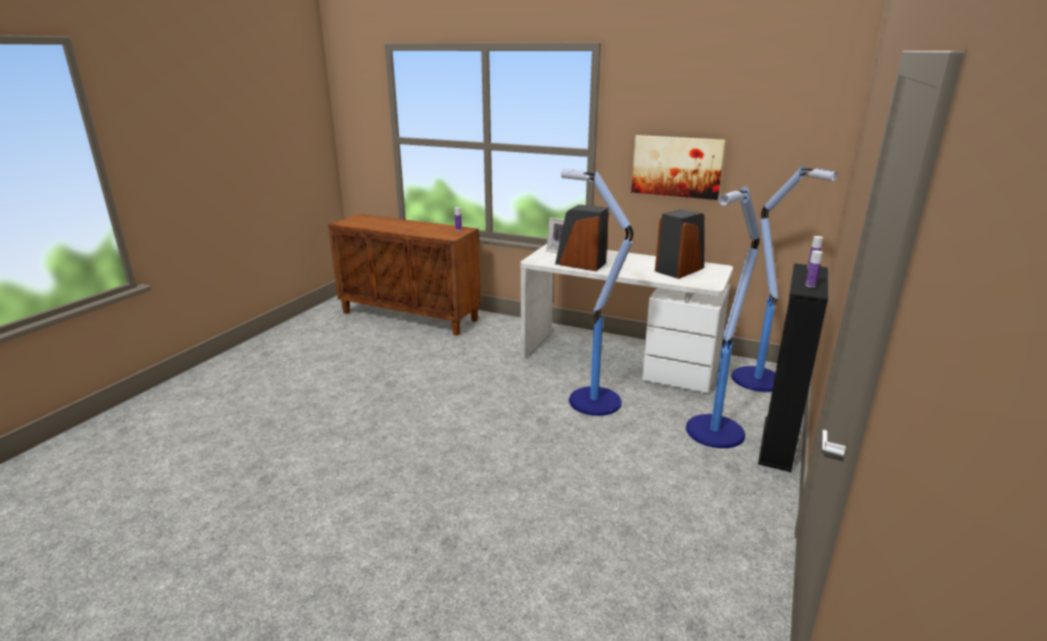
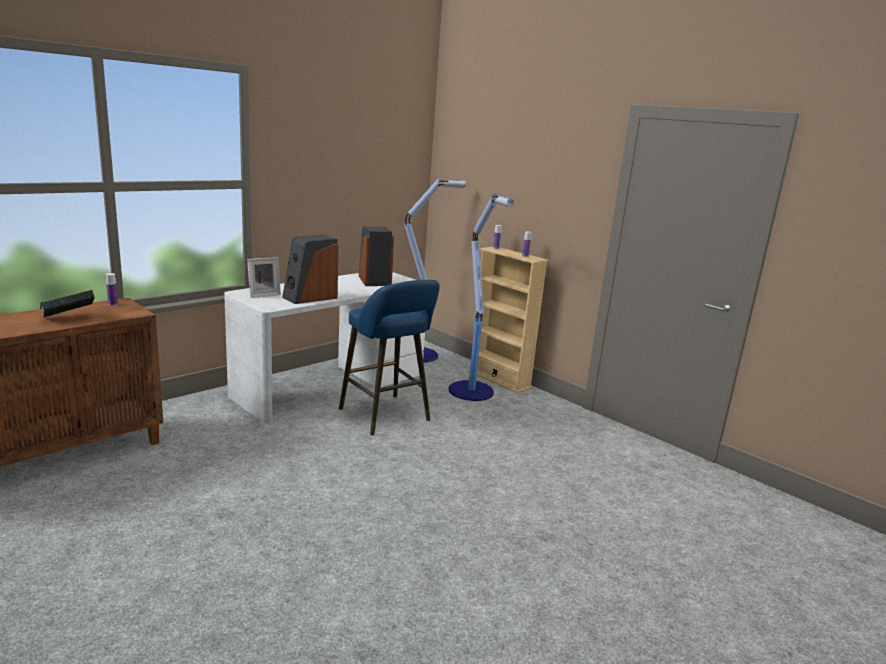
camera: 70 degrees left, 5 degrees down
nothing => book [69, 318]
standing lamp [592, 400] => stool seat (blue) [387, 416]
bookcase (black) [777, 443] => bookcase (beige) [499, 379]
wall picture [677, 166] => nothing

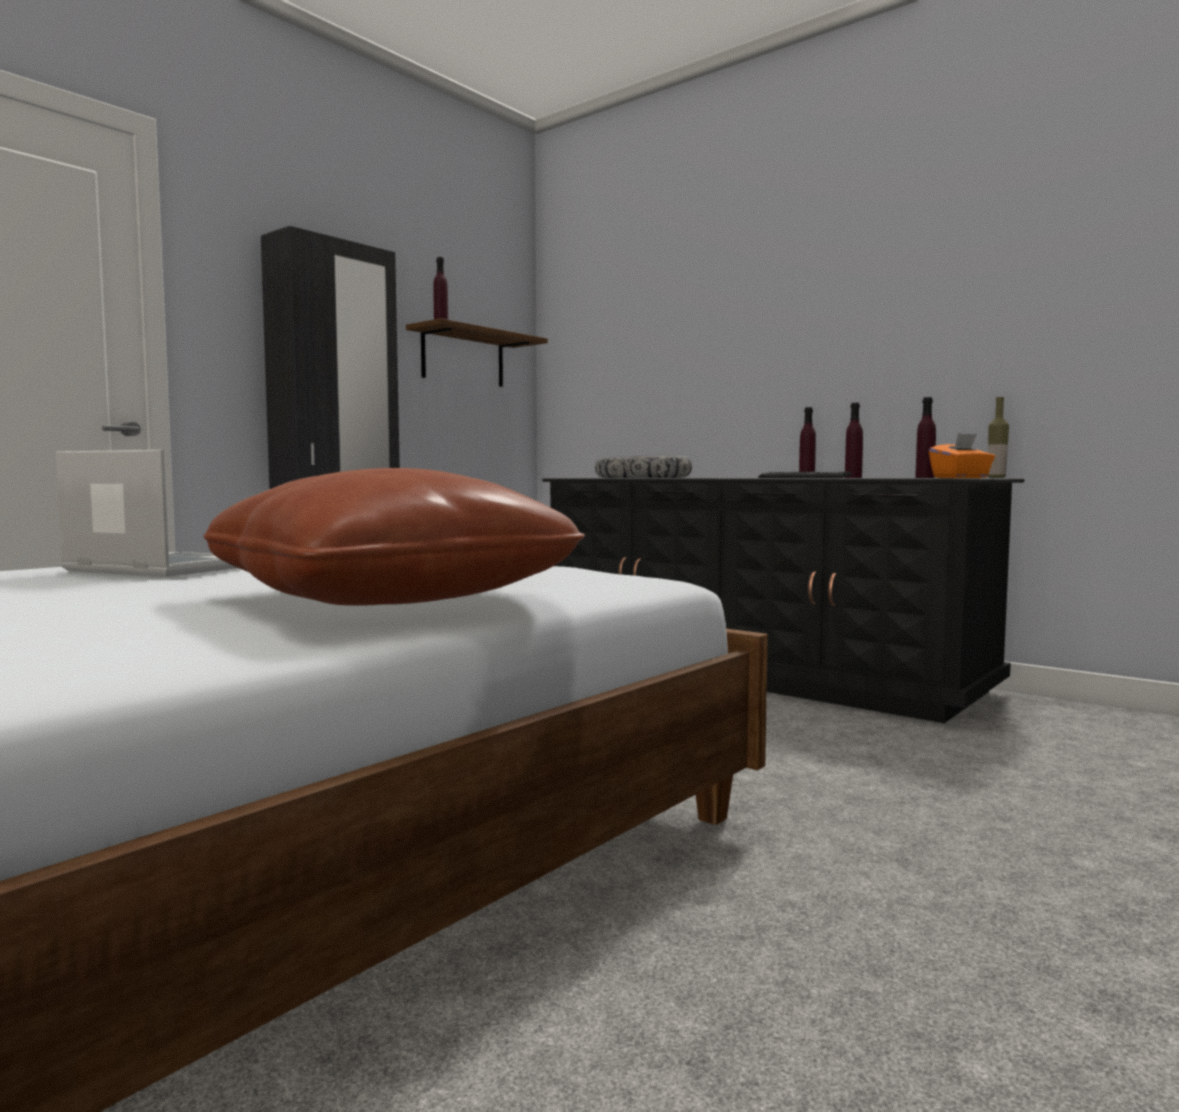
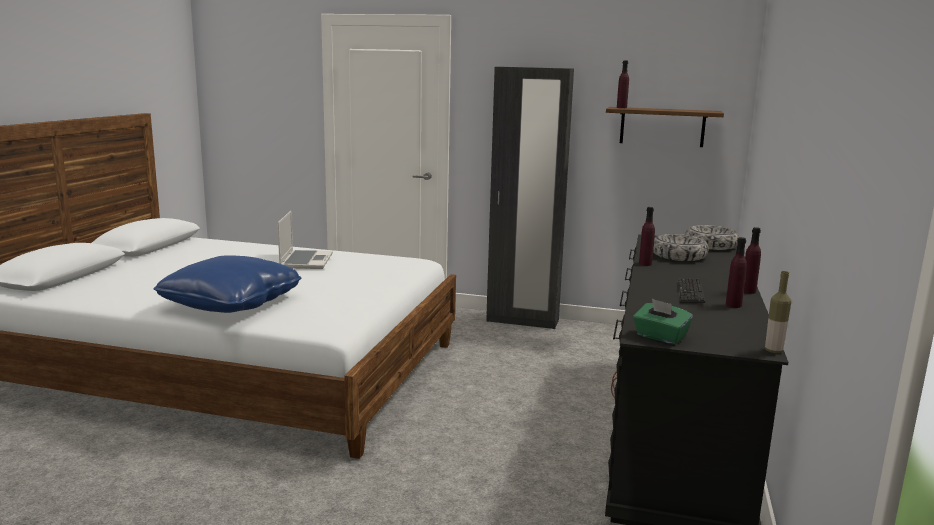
camera: 65 degrees right, 10 degrees up
cushion (brownish) [392, 598] => cushion (blue) [231, 304]
box of tissues (orange) [961, 478] => box of tissues (greenish) [660, 337]
bottle (purplish) [924, 478] => bottle (purplish) [645, 264], relocated

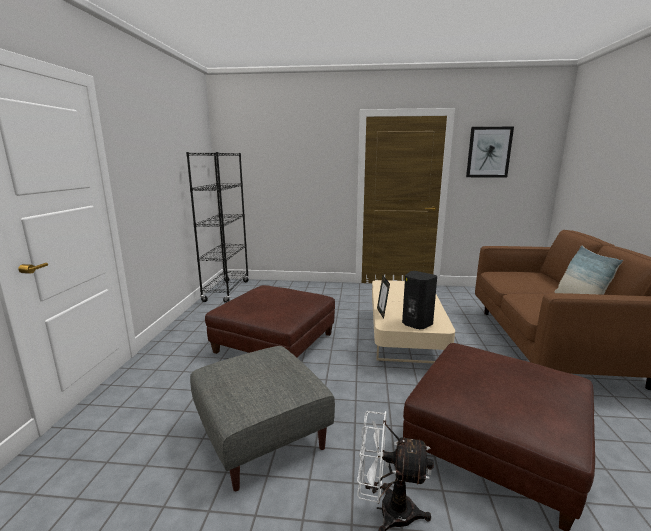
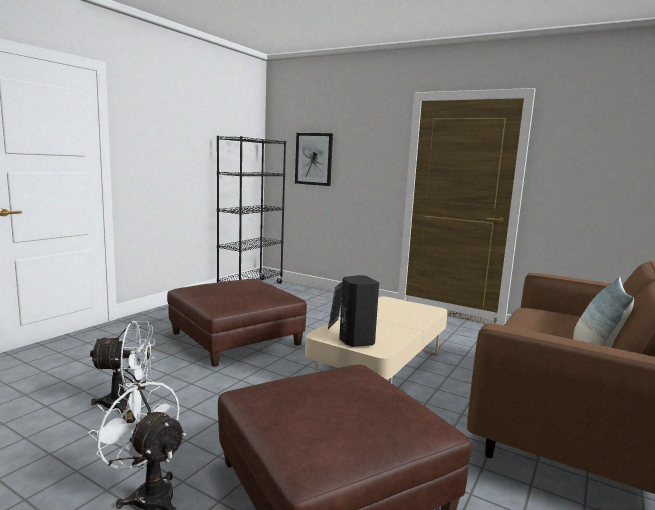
camera: 25 degrees right, 5 degrees down
pouffe (gray) [260, 435] => electric fan (white) [126, 403]
wall picture [489, 152] => wall picture [314, 159], relocated

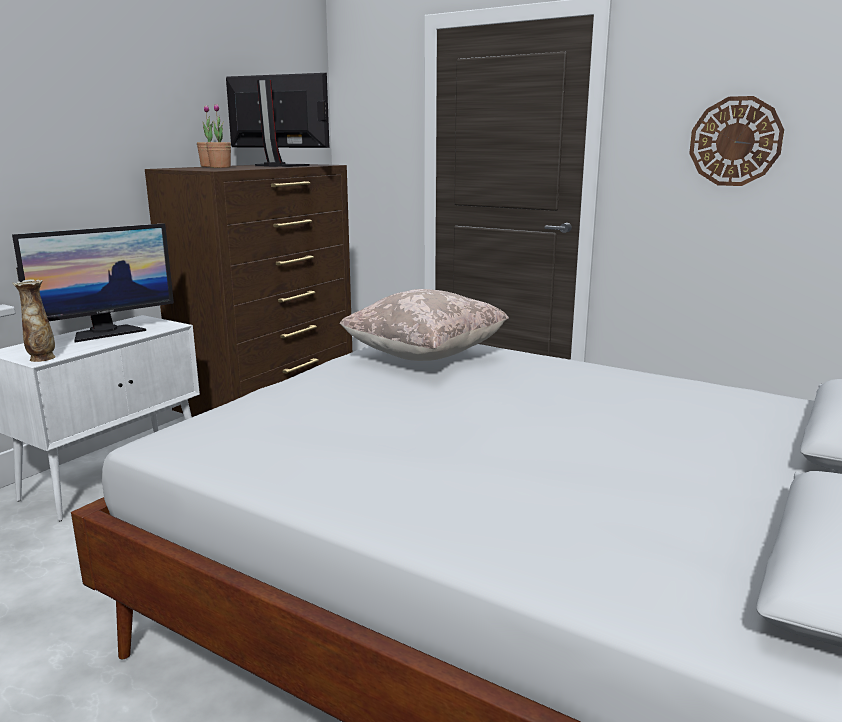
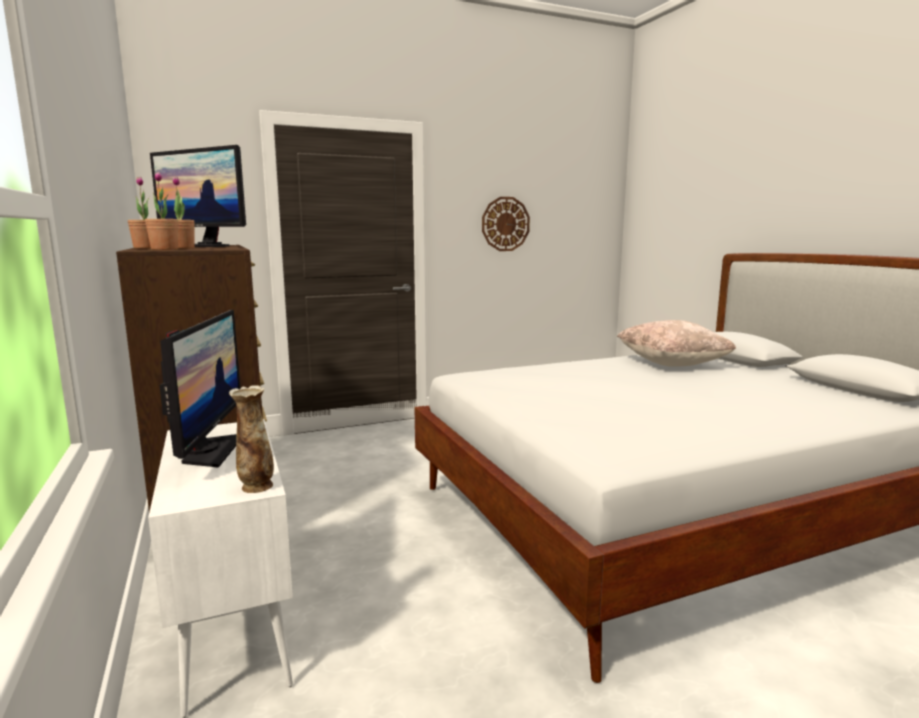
camera: 55 degrees left, 5 degrees down
nothing => plant in a pot [164, 249]
monitor [277, 166] => monitor [205, 246], 120 degrees counterclockwise
cushion (beige) [425, 356] => cushion (beige) [672, 364], relocated

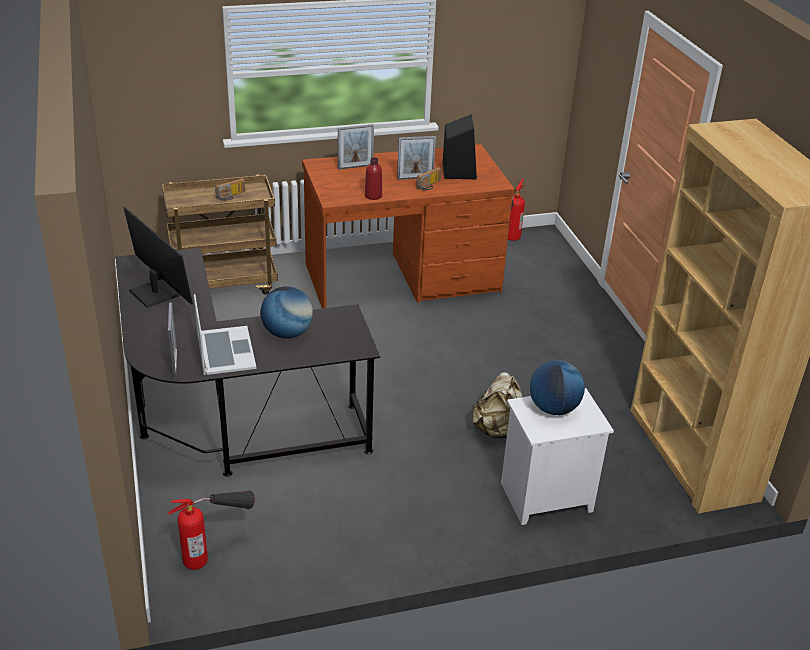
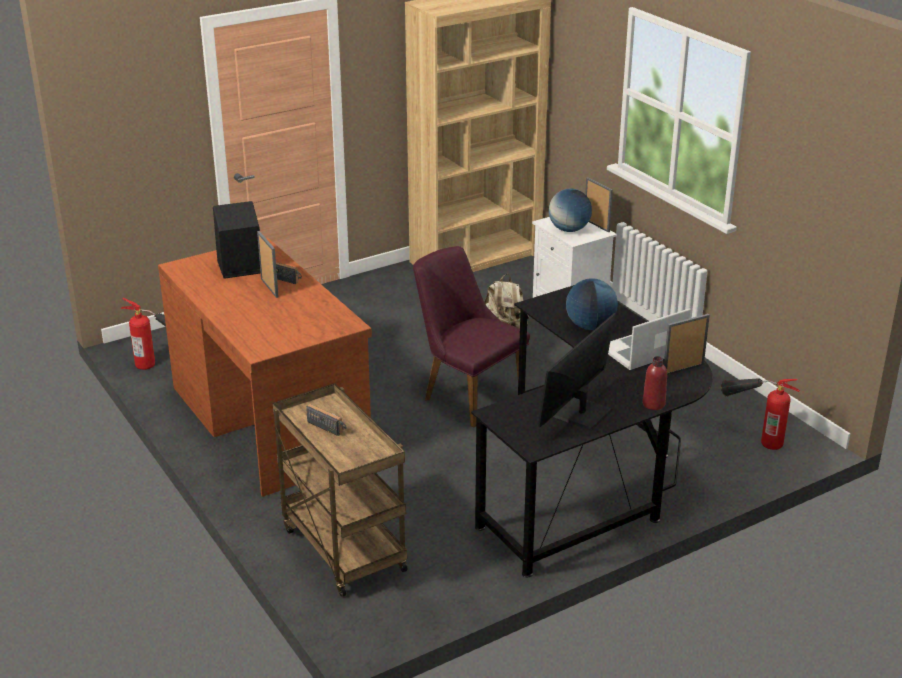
camera: 105 degrees left, 5 degrees down
nothing => plain chair (purplish) [466, 394]
picture frame [355, 167] => picture frame [596, 225], relocated
bottle (reddish) [373, 196] => bottle (reddish) [653, 404], relocated

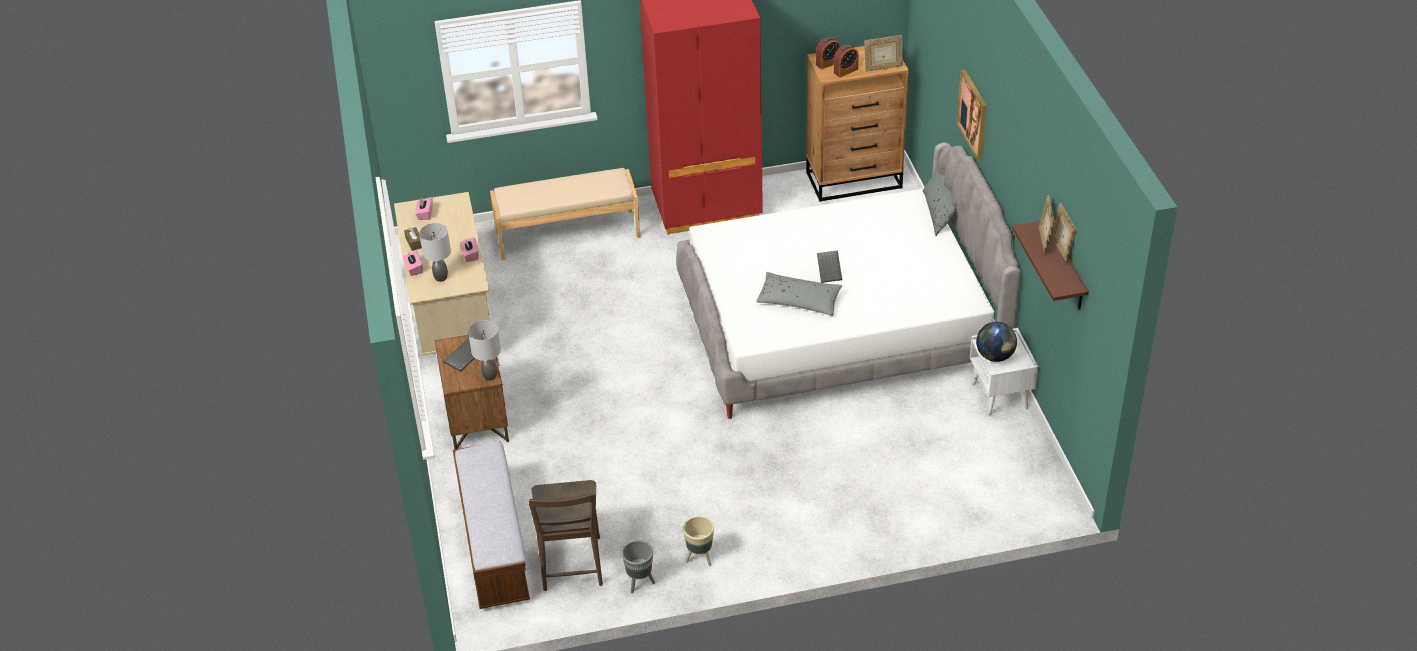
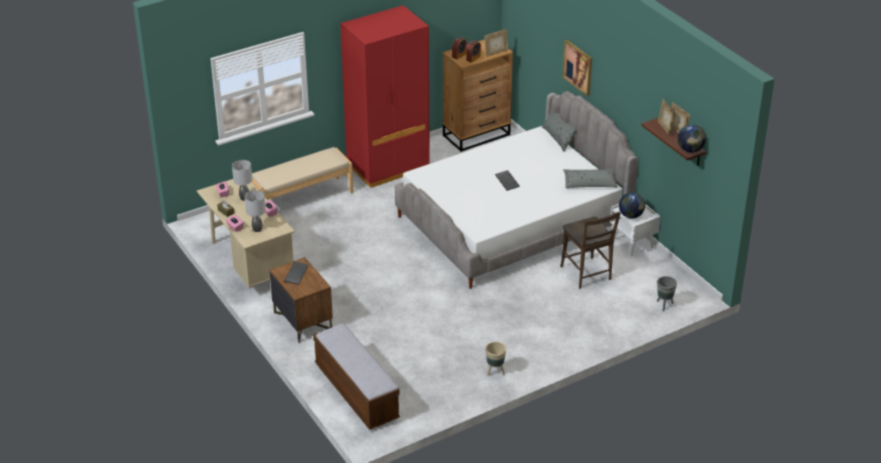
camera: 20 degrees left, 5 degrees down
table lamp (gray) [490, 376] => table lamp (gray) [244, 198], relocated
plain chair (brownish) [571, 567] => plain chair (brownish) [587, 274], relocated
cushion (gray) [799, 301] => cushion (gray) [589, 183], relocated
flower pot (gray) [640, 583] => flower pot (gray) [664, 305], relocated
nothing => world globe [690, 150]

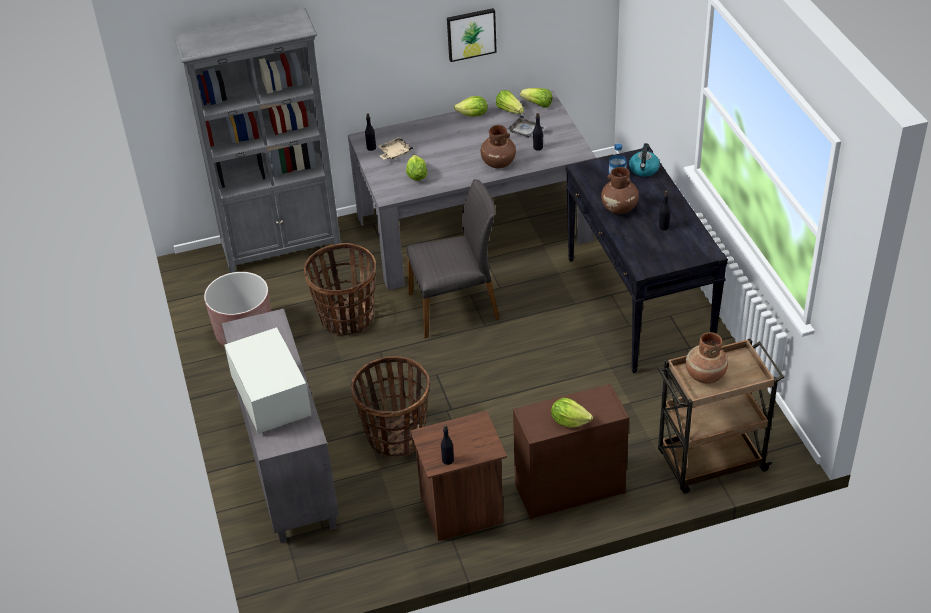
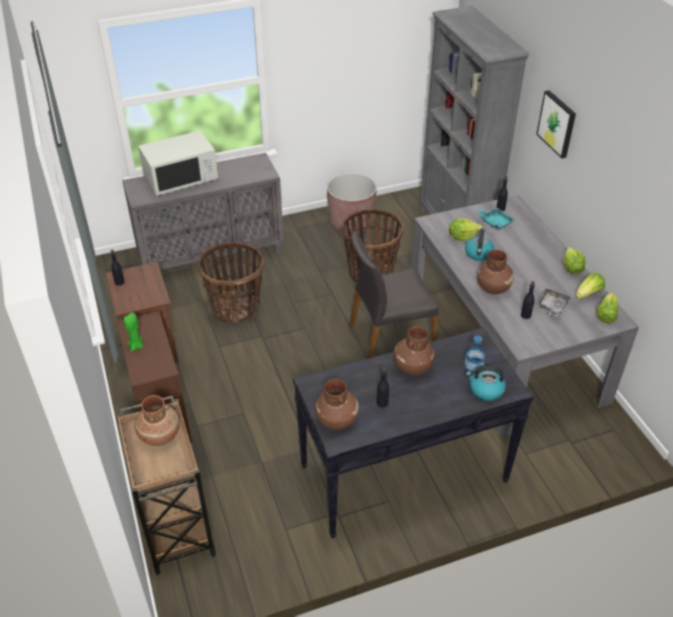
camera: 85 degrees right, 0 degrees up
head of lettuce [569, 421] => wax candle (greenish) [136, 346]
nothing => flower vase (brownish) [337, 419]
plain chair (gray) [455, 306] => plain chair (gray) [390, 336], 90 degrees clockwise
nothing => water kettle [478, 254]
carrying tray (beige) [394, 153] => carrying tray (blue-green) [495, 222]
wall picture [471, 34] => wall picture [557, 123], relocated

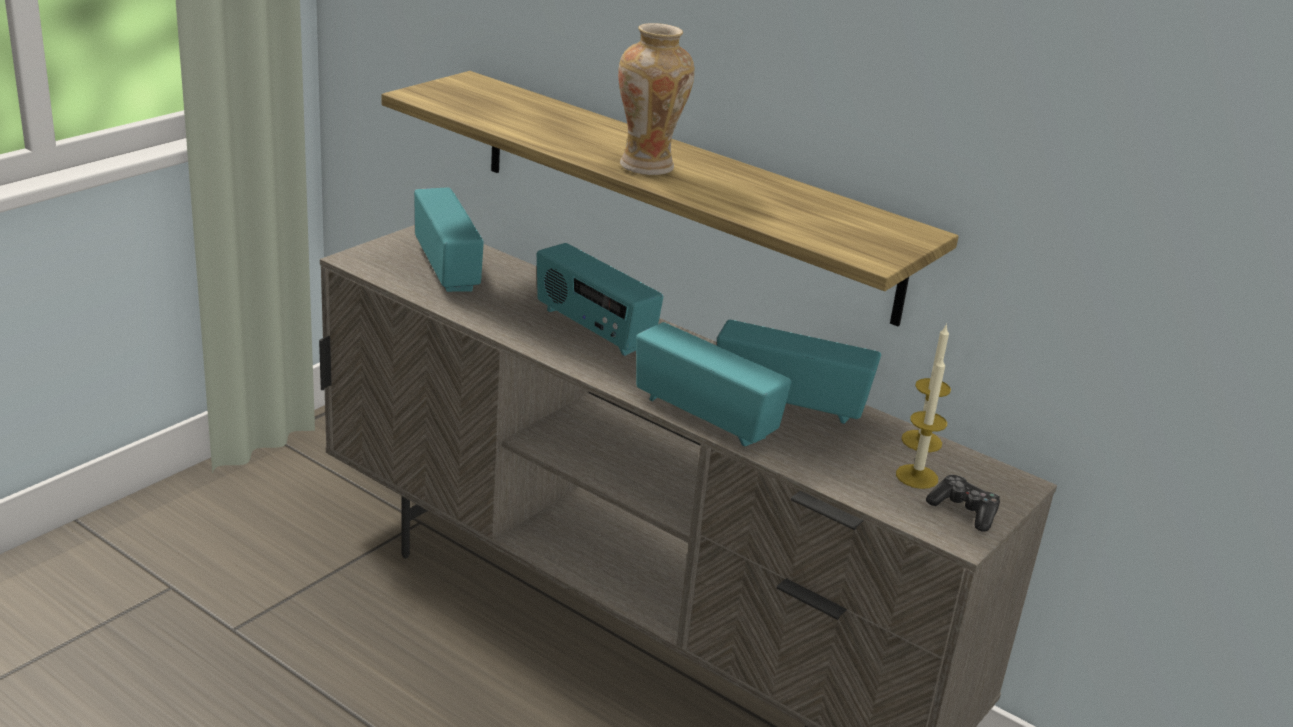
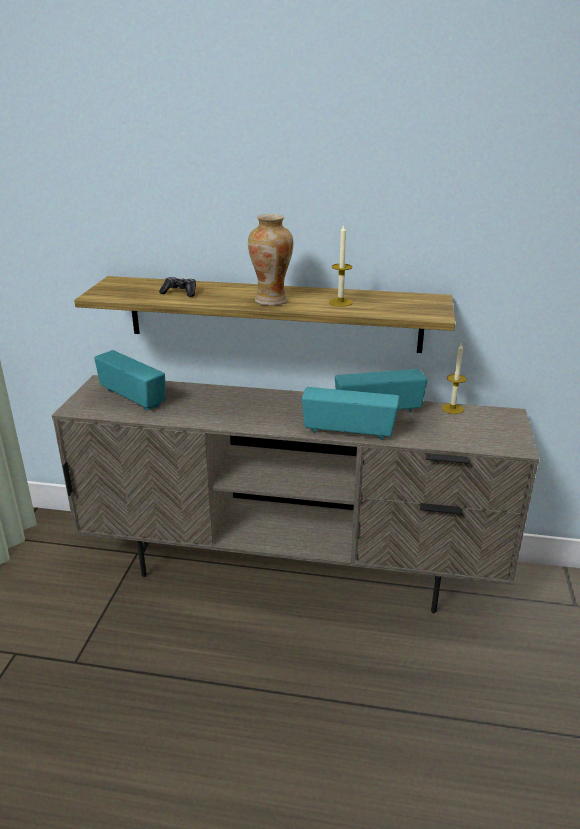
camera: 25 degrees left, 0 degrees up
game controller [964, 511] => game controller [180, 292], relocated
wax candle [917, 476] => wax candle [340, 302], relocated
radio set [593, 330] => nothing

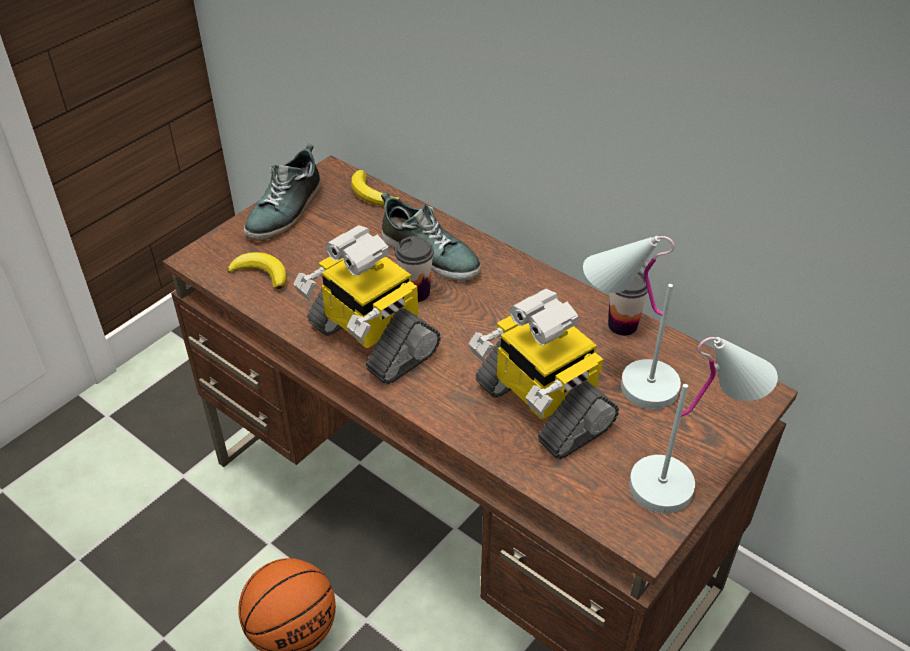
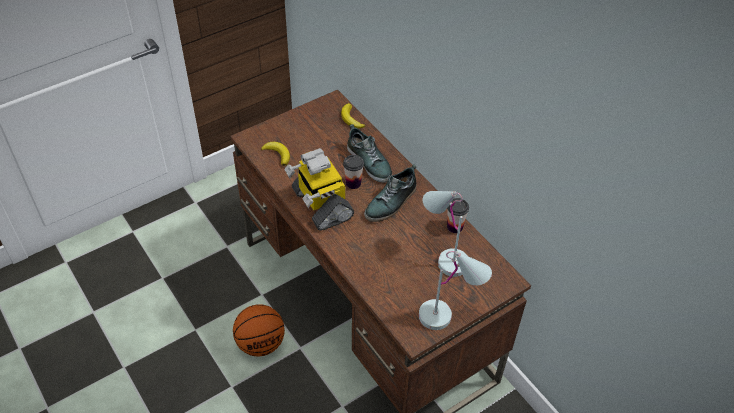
camera: 15 degrees right, 5 degrees up
shoe [286, 211] => shoe [391, 202], relocated
model robot [541, 406] => nothing

